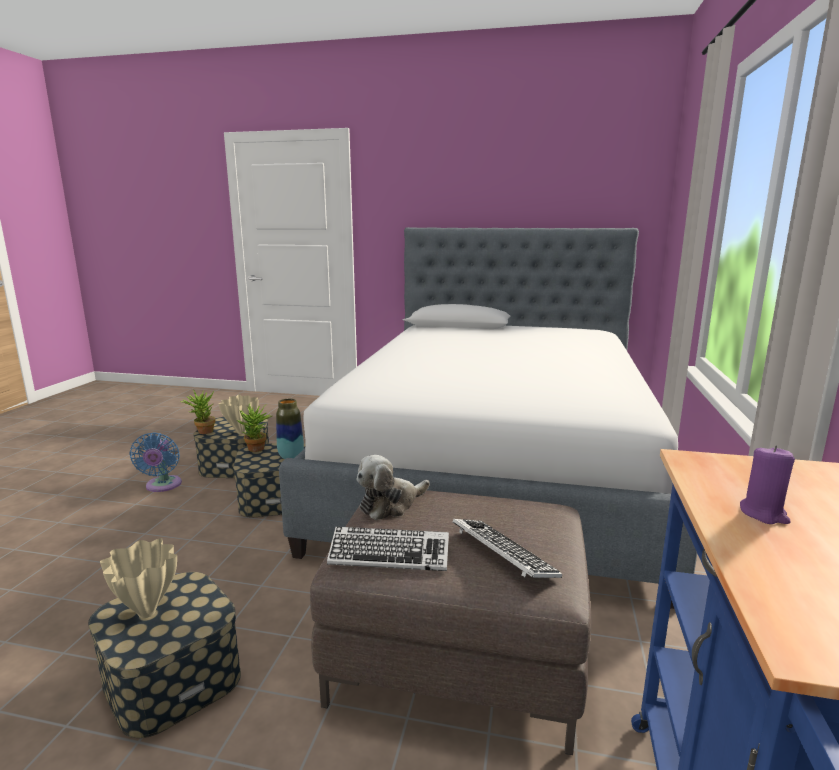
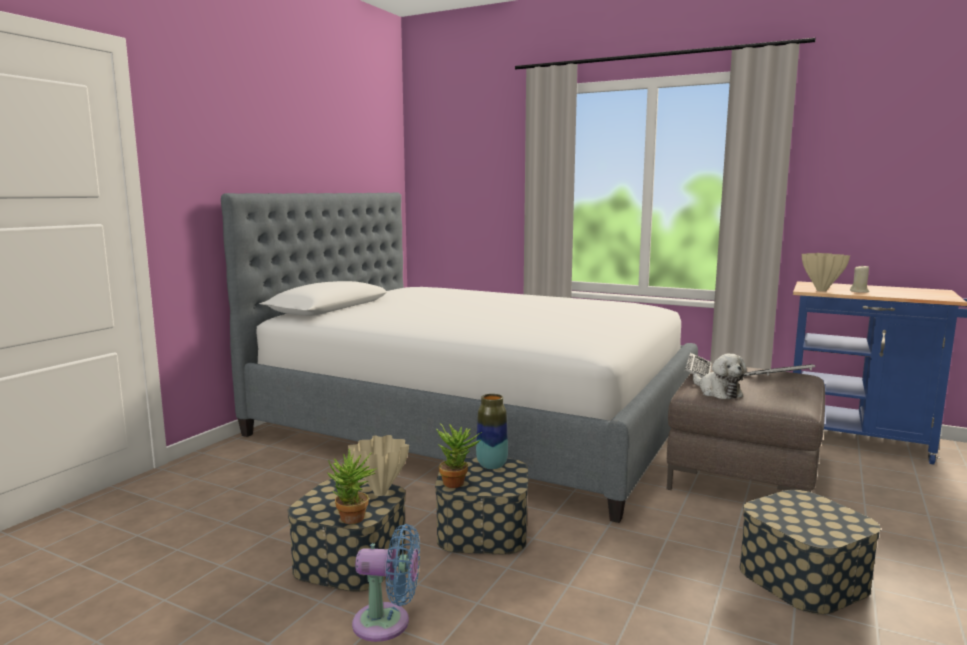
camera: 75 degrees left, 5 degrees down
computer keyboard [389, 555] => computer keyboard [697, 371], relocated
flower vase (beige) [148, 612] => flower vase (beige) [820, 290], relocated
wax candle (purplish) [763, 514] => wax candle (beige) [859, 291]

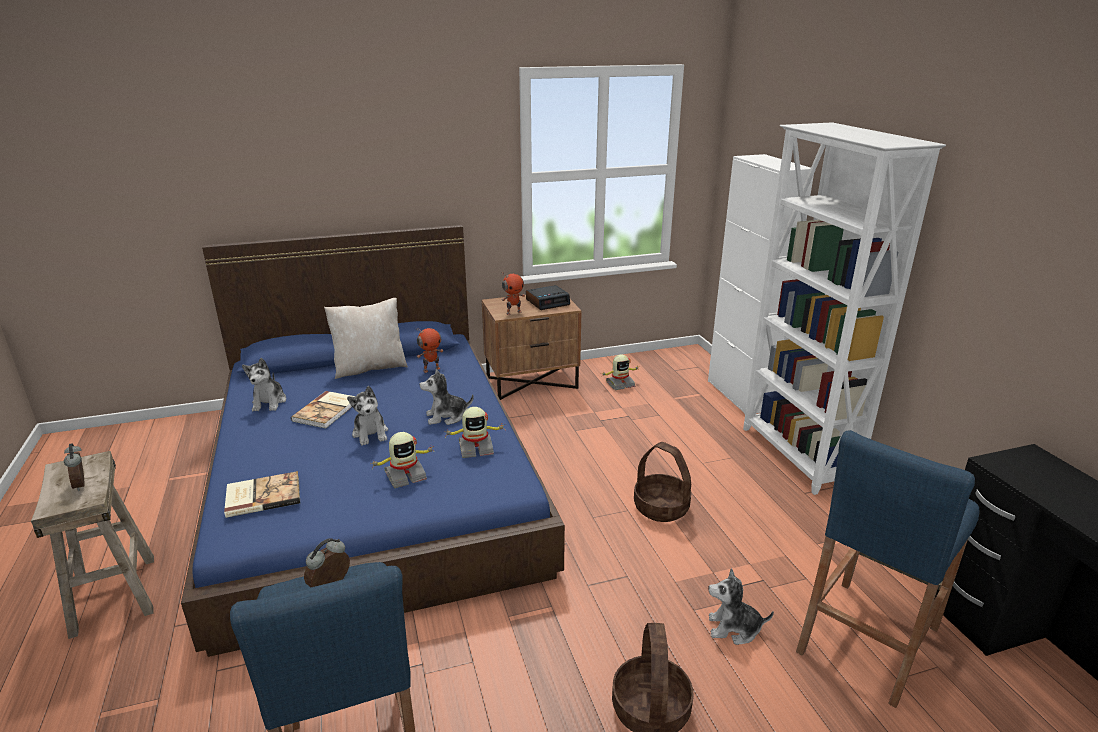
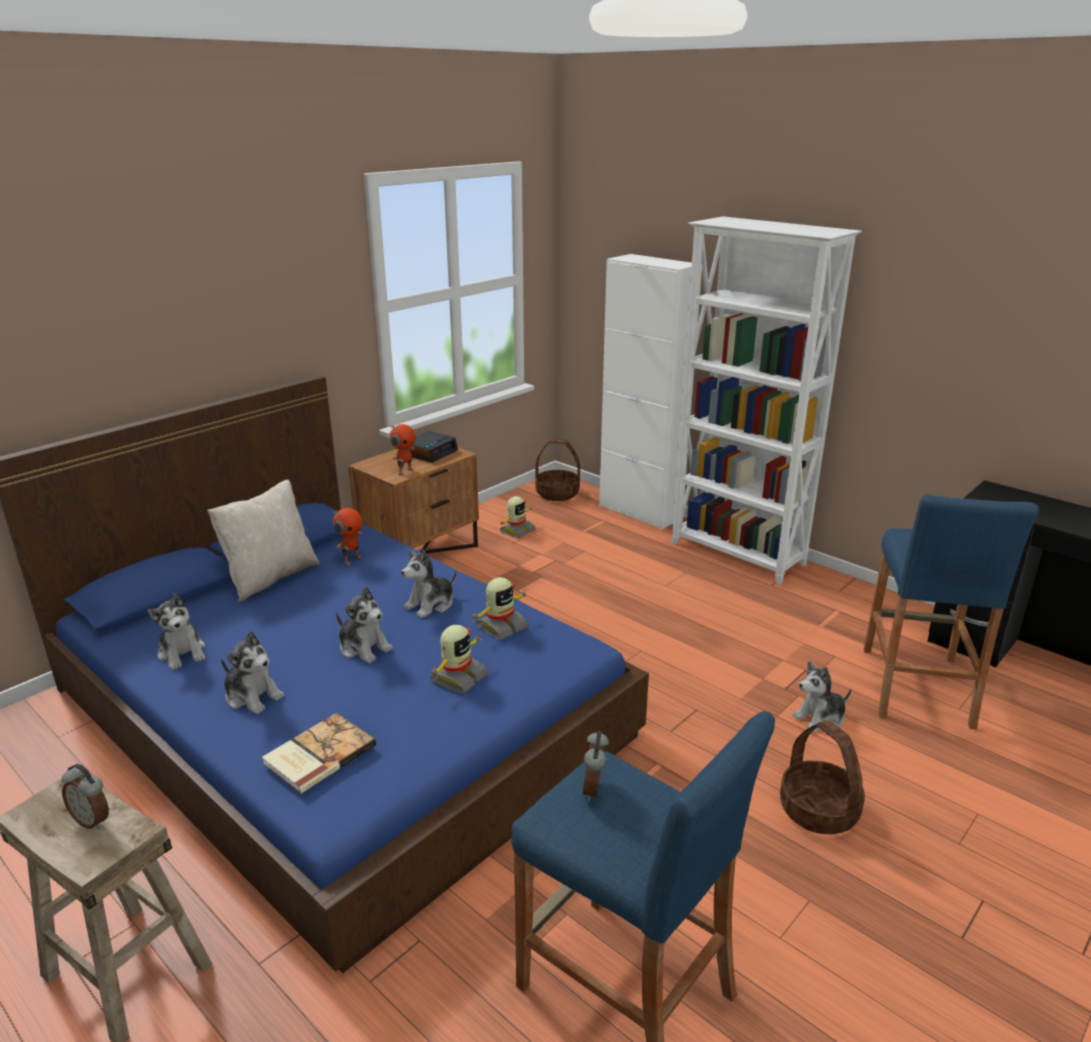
camera: 30 degrees left, 0 degrees up
nothing => cuddly toy [253, 696]
storage basket [661, 507] => storage basket [557, 493], relocated
book [327, 411] => nothing

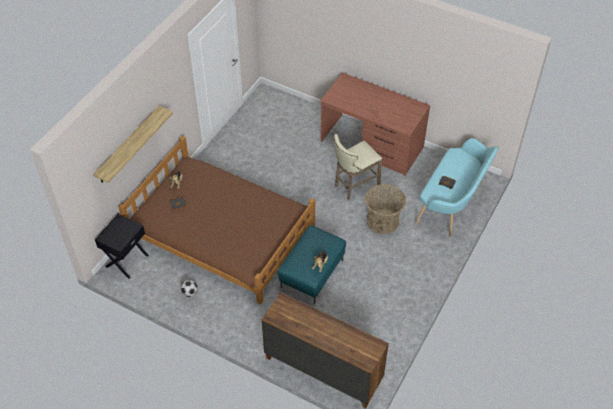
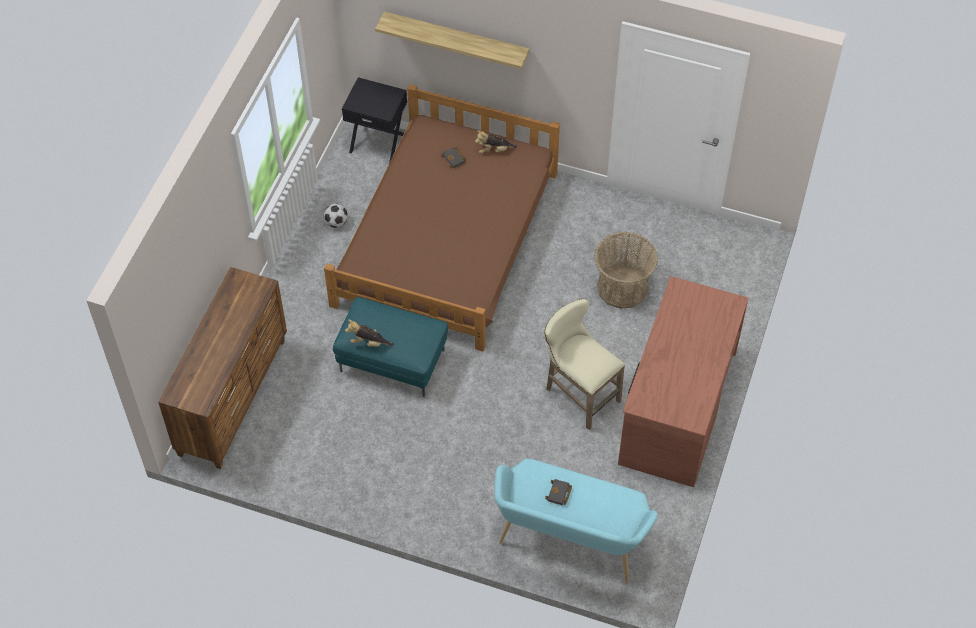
camera: 80 degrees right, 5 degrees up
storage basket [383, 221] => storage basket [622, 287], relocated

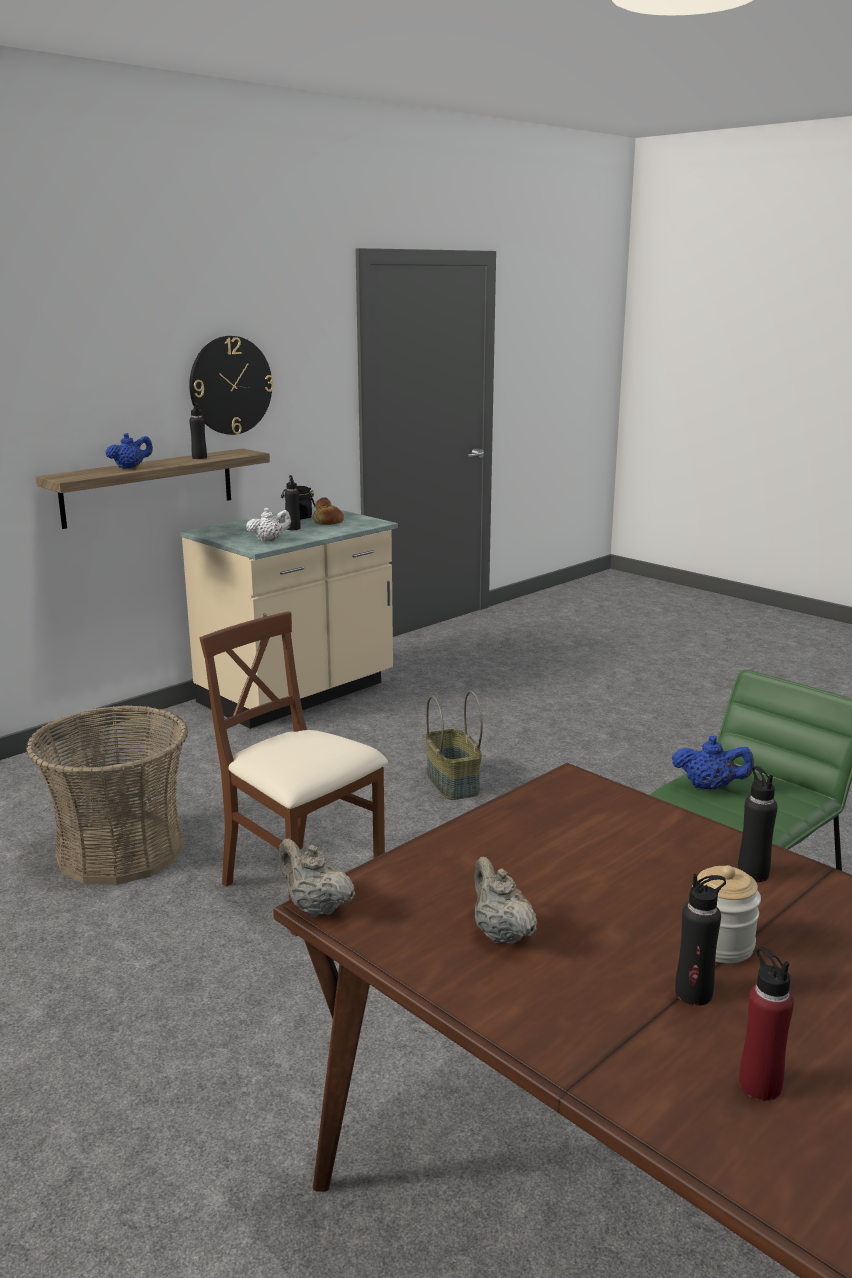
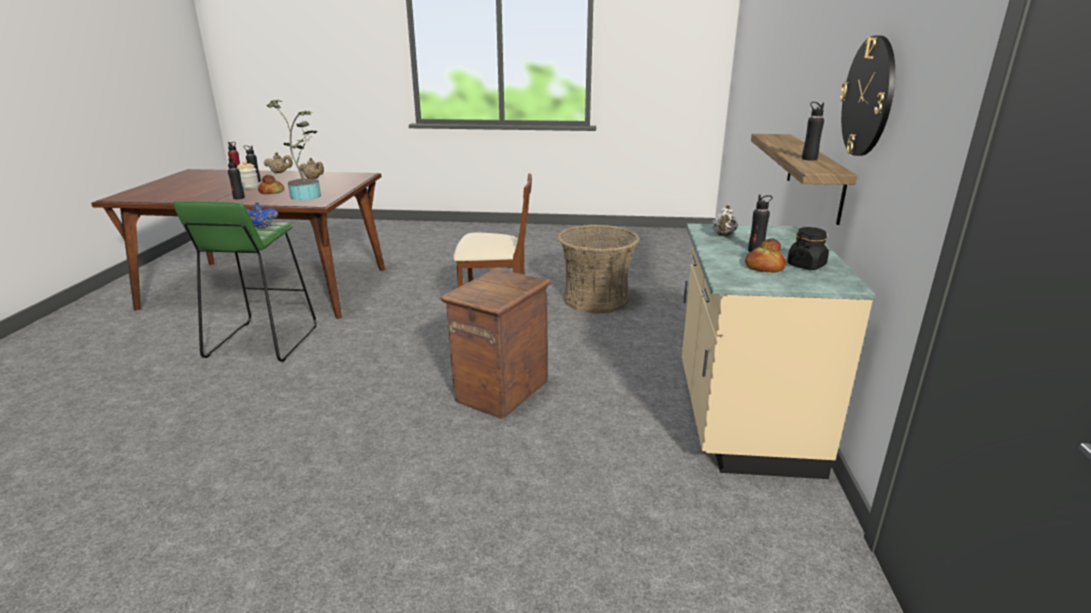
camera: 140 degrees right, 5 degrees up
nothing => baked bread [271, 192]
pot for tea (beige) [315, 907] => pot for tea (beige) [280, 172], relocated
nothing => plant in a pot [306, 195]
storage basket [451, 783] => shipping crate [501, 392]
pot for tea (blue) [130, 467] => nothing

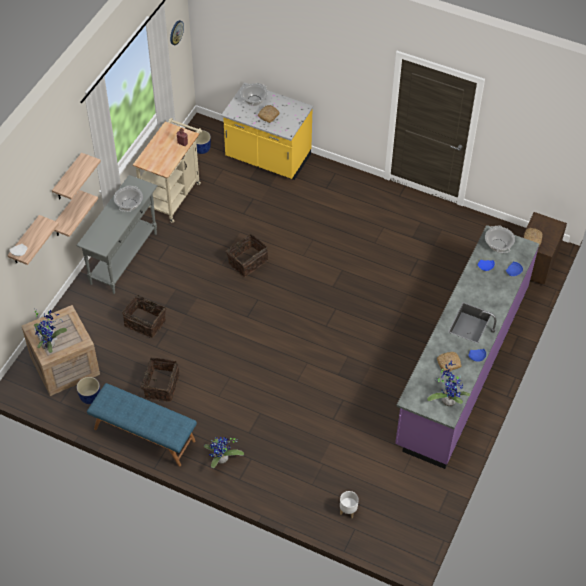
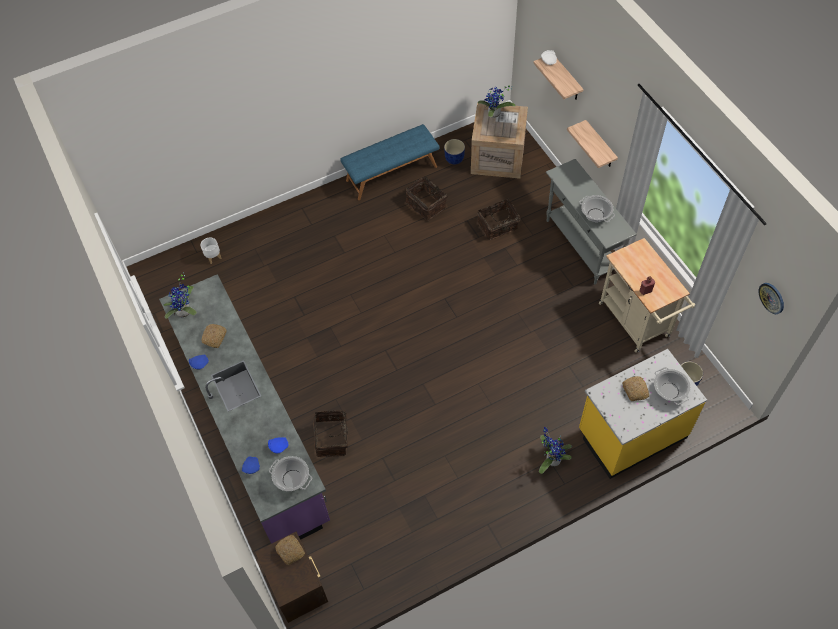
camera: 130 degrees right, 5 degrees up
storage basket [247, 261] => storage basket [332, 439], relocated
plant in a pot [221, 460] => plant in a pot [551, 459], relocated
wall shelf [68, 178] => nothing

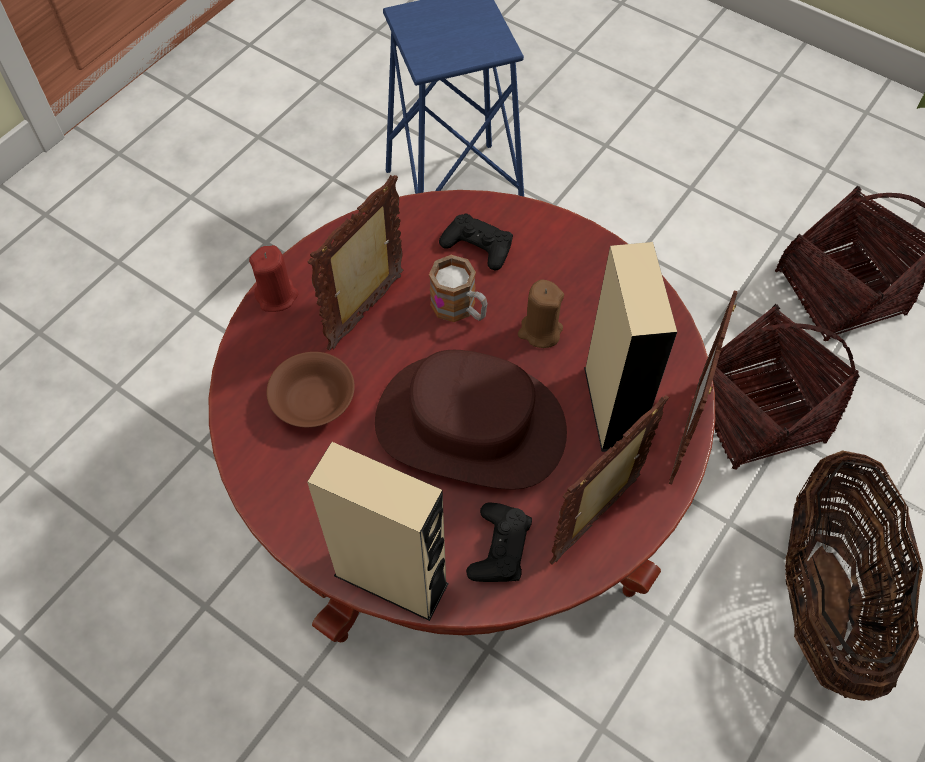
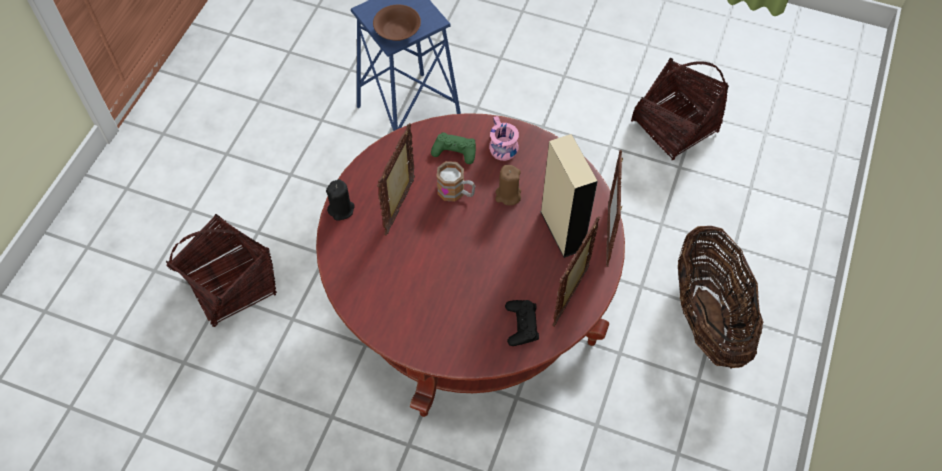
camera: 15 degrees left, 0 degrees up
storage basket [757, 414] => storage basket [231, 286], relocated
wax candle (reddish) [277, 296] => wax candle (black) [341, 209]
deep dish (brownish) [314, 401] => deep dish (brownish) [398, 31], relocated
game controller (black) [477, 246] => game controller (greenish) [454, 151]
nothing => tea mug (pinkish) [500, 146]
speaker (beige) [391, 579] => nothing
clothing hat (brownish) [471, 425] => nothing

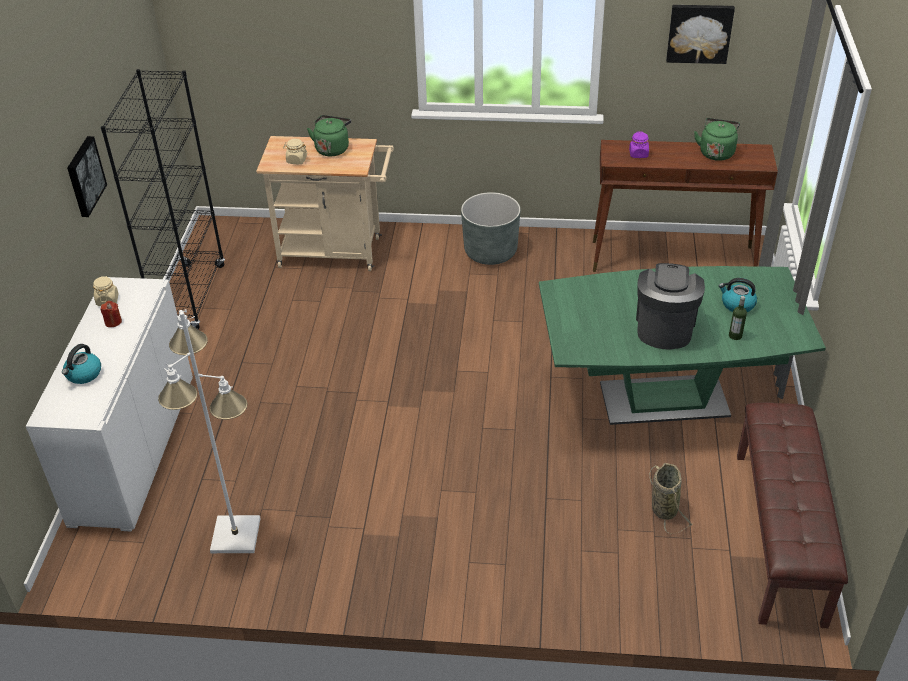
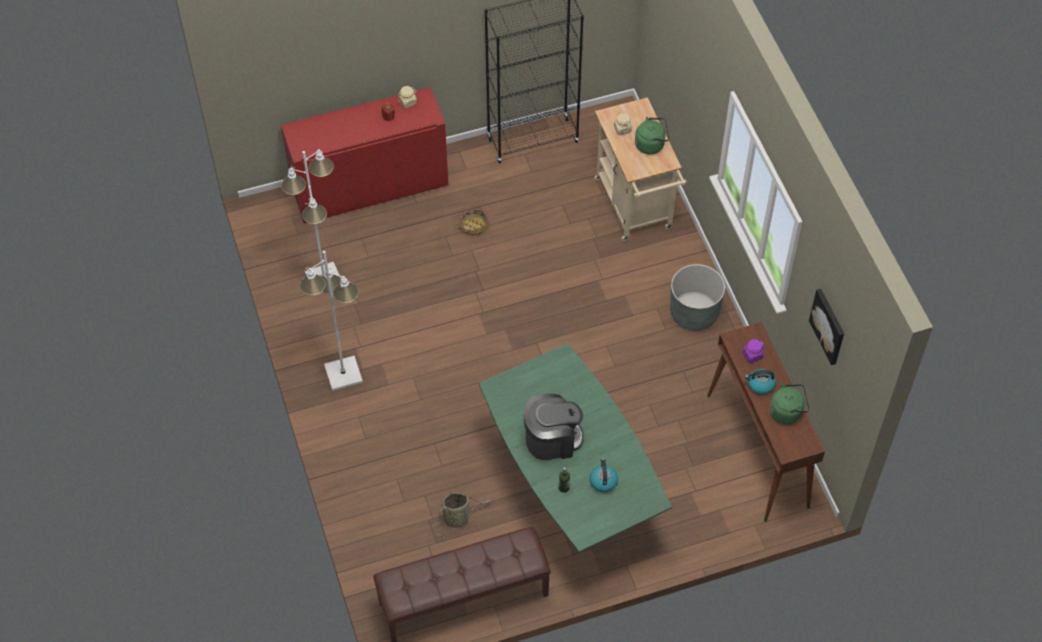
camera: 65 degrees right, 15 degrees up
storage cabinet (white) [134, 448] => storage cabinet (reddish) [370, 187]
nothing => standing lamp (white) [342, 373]
nothing => storage basket [473, 225]
water kettle [83, 374] => water kettle [760, 385], relocated
wall picture [84, 176] => nothing

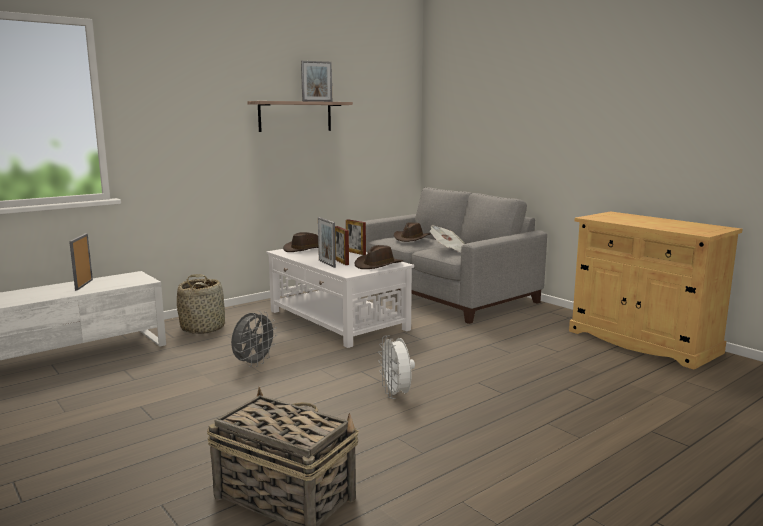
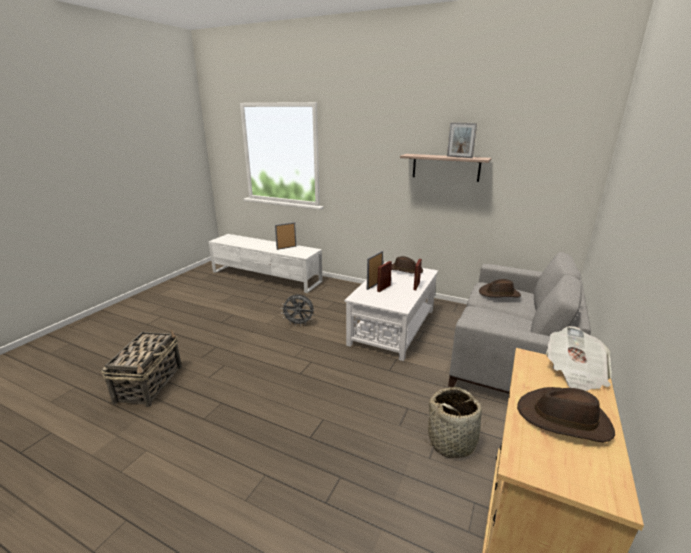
camera: 65 degrees right, 10 degrees up
storage basket [203, 328] => storage basket [452, 441], relocated
clothing hat (brownish) [378, 265] => clothing hat (brownish) [564, 419], relocated
daily paper [448, 249] => daily paper [575, 373], relocated
electric fan (white) [396, 395] => nothing

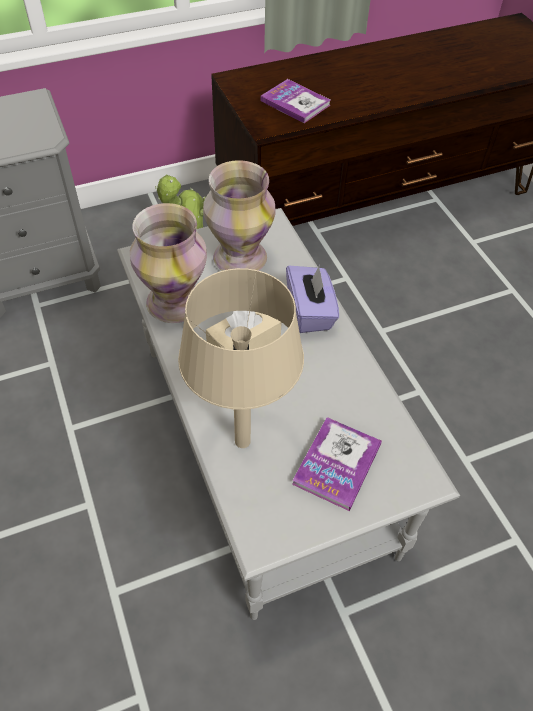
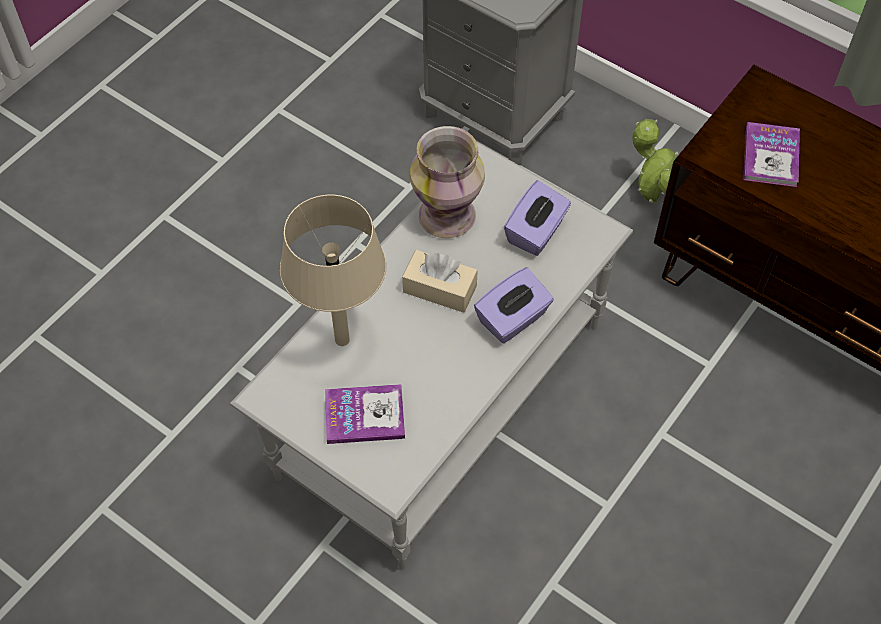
camera: 60 degrees right, 5 degrees up
flower vase [238, 258] => box of tissues (purplish) [536, 232]

